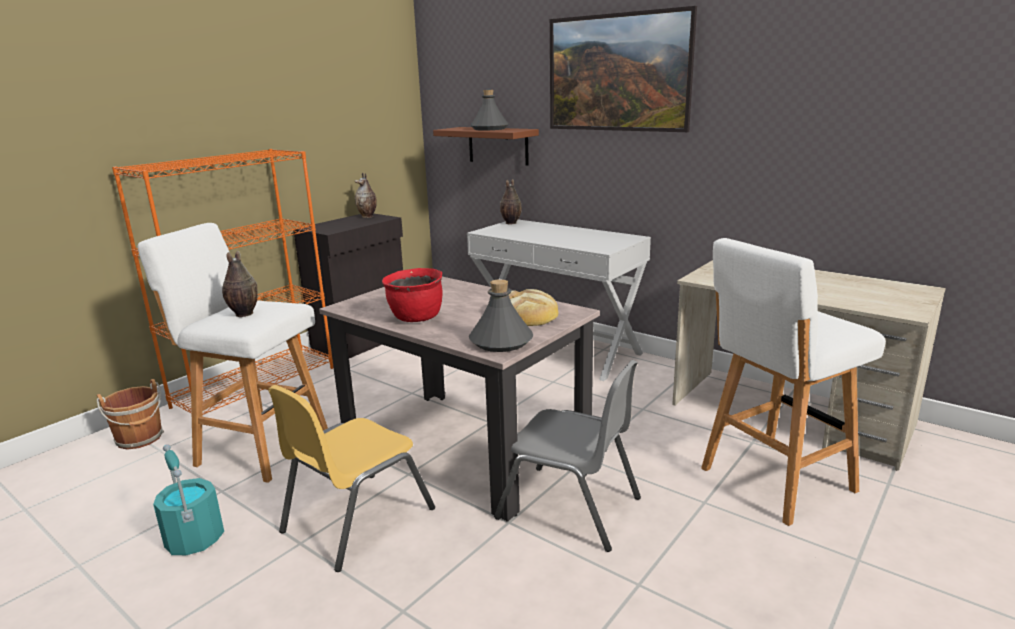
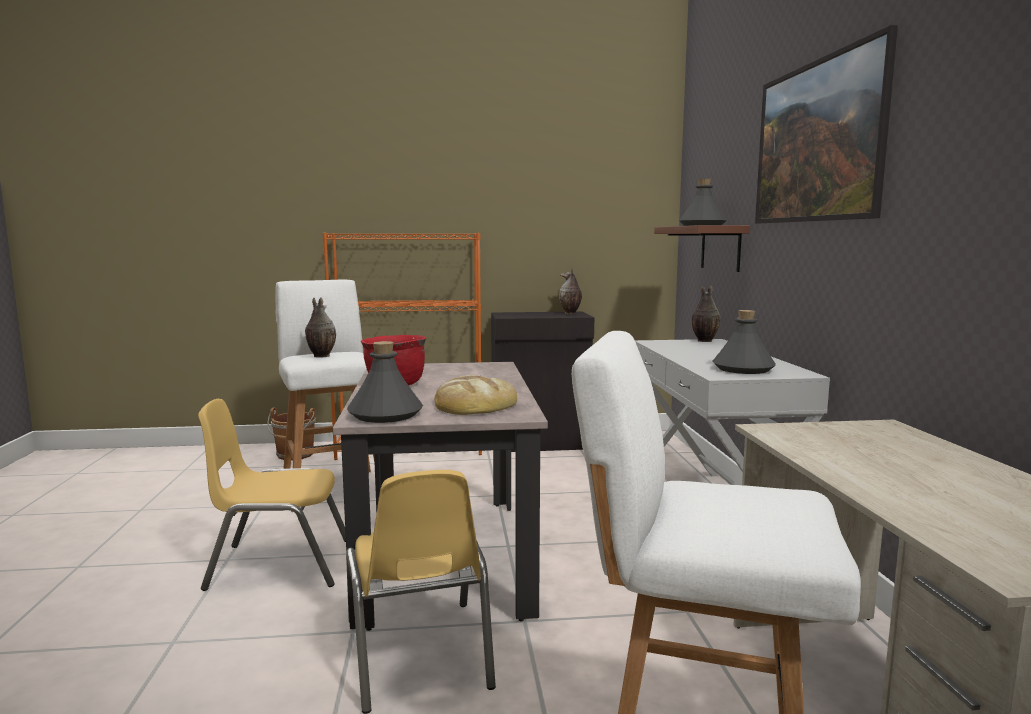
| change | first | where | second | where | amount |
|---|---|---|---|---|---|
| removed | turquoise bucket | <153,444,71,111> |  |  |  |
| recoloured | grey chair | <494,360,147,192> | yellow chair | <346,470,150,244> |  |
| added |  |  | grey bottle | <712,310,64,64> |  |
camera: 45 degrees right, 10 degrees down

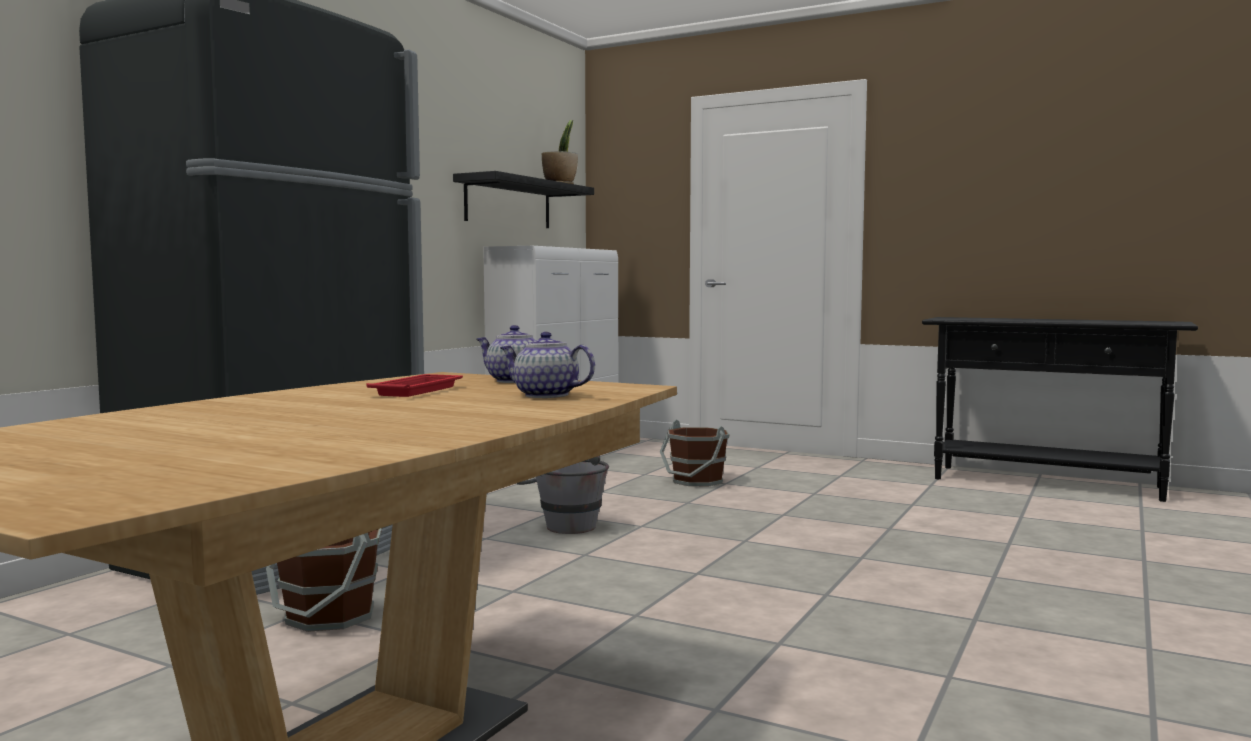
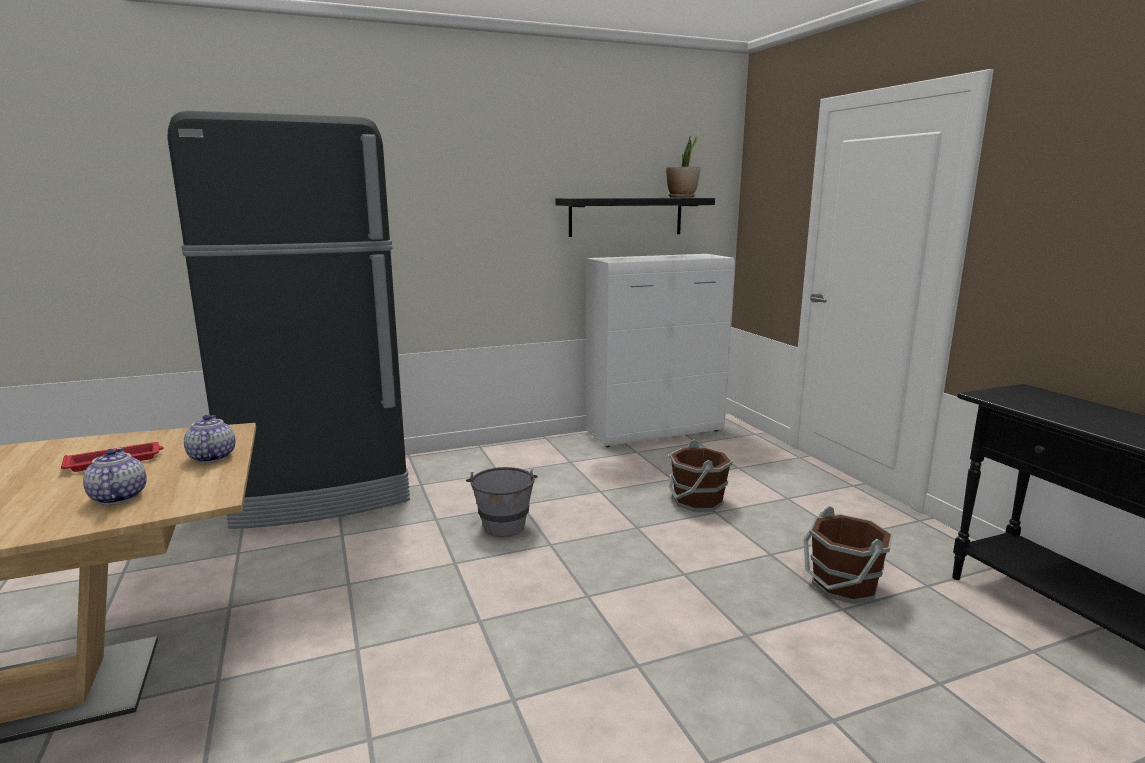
| change | first | where | second | where | amount |
|---|---|---|---|---|---|
| moved | brown bucket | <266,528,116,104> |  | <803,506,90,98> |  |
camera: 40 degrees right, 10 degrees up

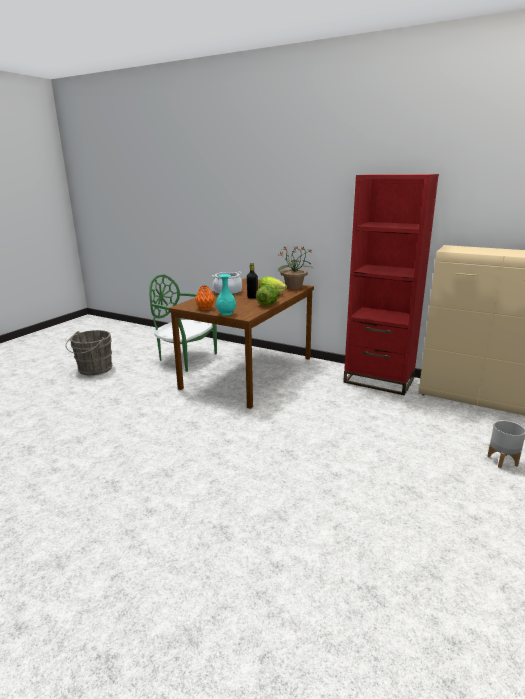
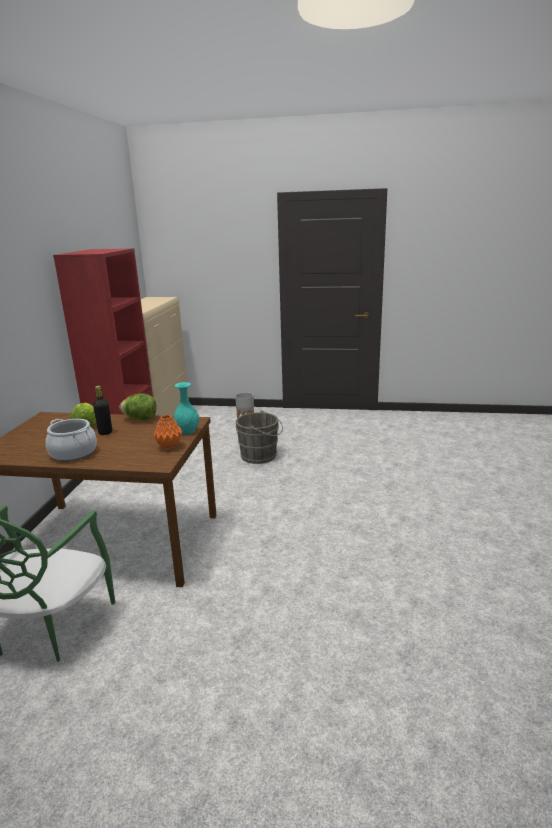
| change | first | where | second | where | amount |
|---|---|---|---|---|---|
| moved | grey bucket | <65,330,48,45> |  | <236,410,47,54> |  |
| removed | potted plant | <278,246,35,43> |  |  |  |
camera: 110 degrees left, 0 degrees up

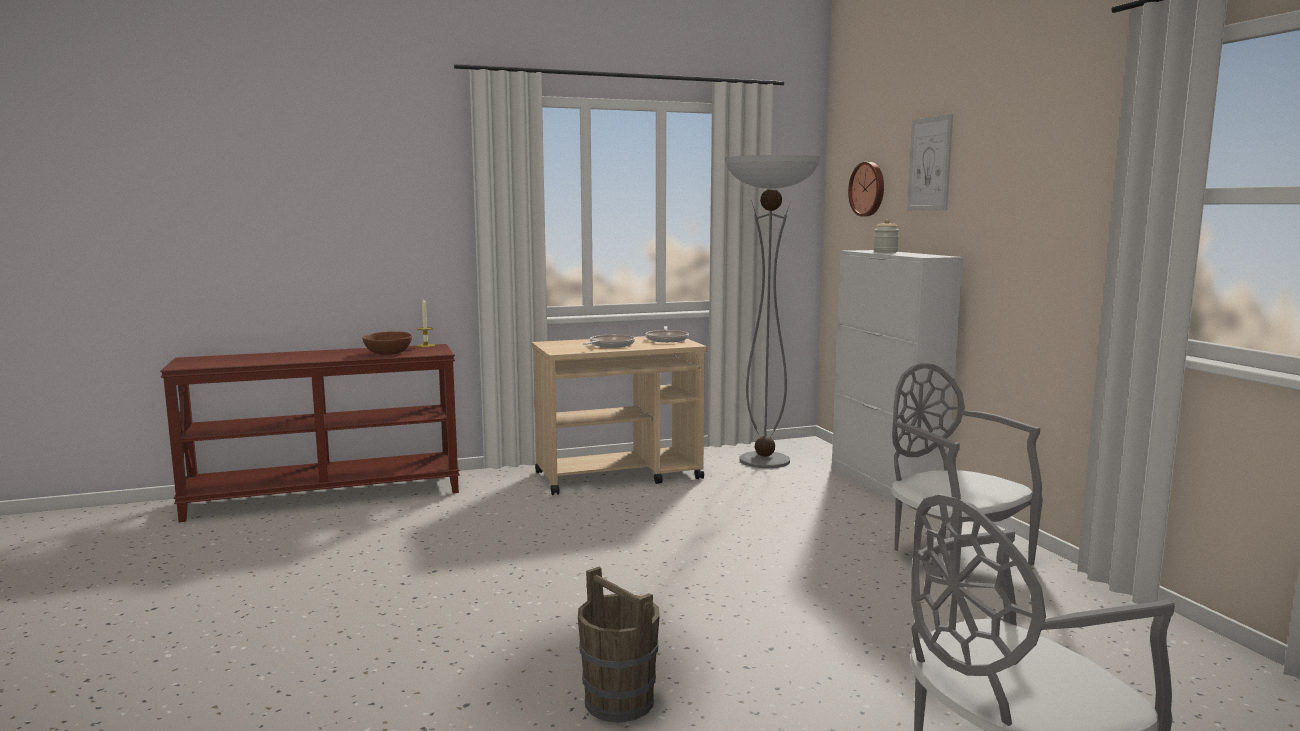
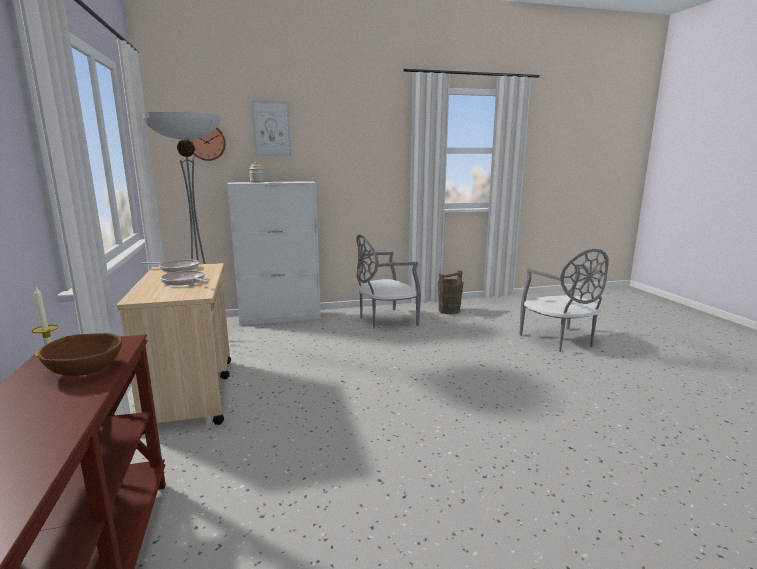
| change | first | where | second | where | amount |
|---|---|---|---|---|---|
| moved | brown bucket | <578,567,82,156> |  | <438,270,26,44> |  |
camera: 85 degrees left, 5 degrees up

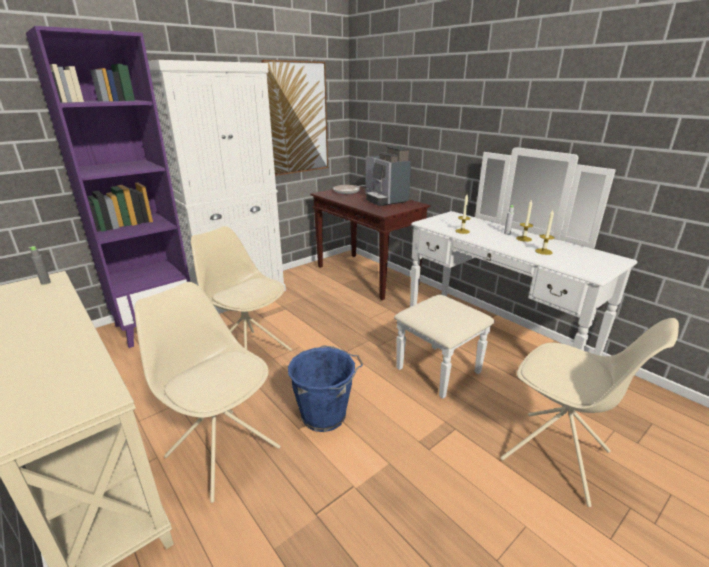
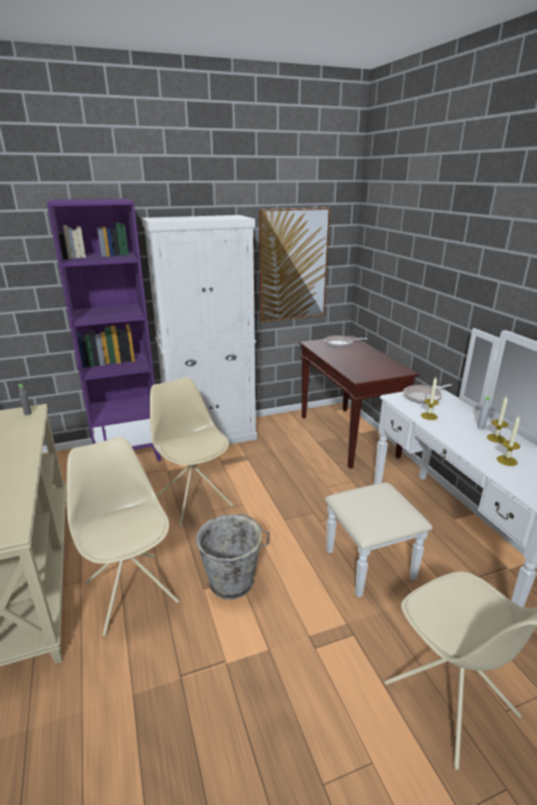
| change | first | where | second | where | amount |
|---|---|---|---|---|---|
| recoloured | blue bucket | <288,345,75,87> | grey bucket | <196,514,74,86> |  |
| removed | coffee machine | <365,146,46,60> |  |  |  |
| added |  |  | frying pan | <403,384,49,20> |  |
camera: 20 degrees right, 0 degrees up

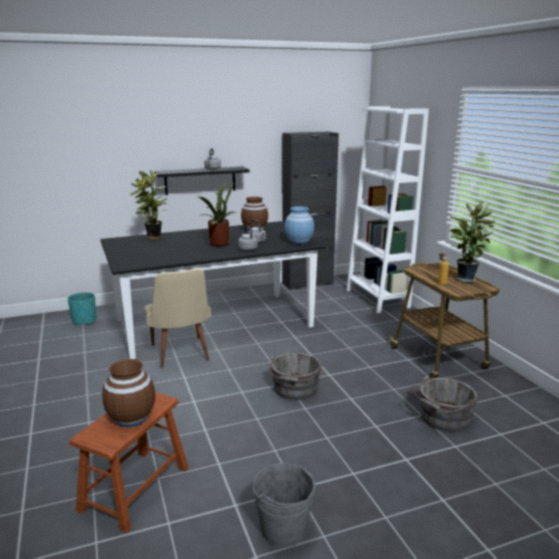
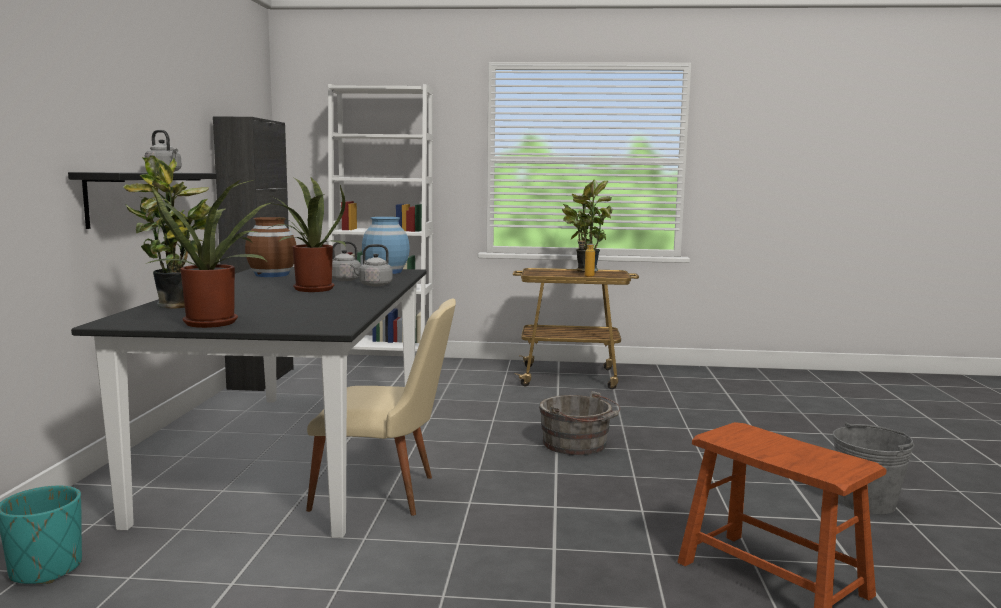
| change | first | where | second | where | amount |
|---|---|---|---|---|---|
| removed | brown vase | <102,359,54,68> |  |  |  |
| removed | grey bucket | <414,376,64,56> |  |  |  |
| added |  |  | potted plant | <137,180,133,148> |  |
camera: 65 degrees left, 10 degrees down

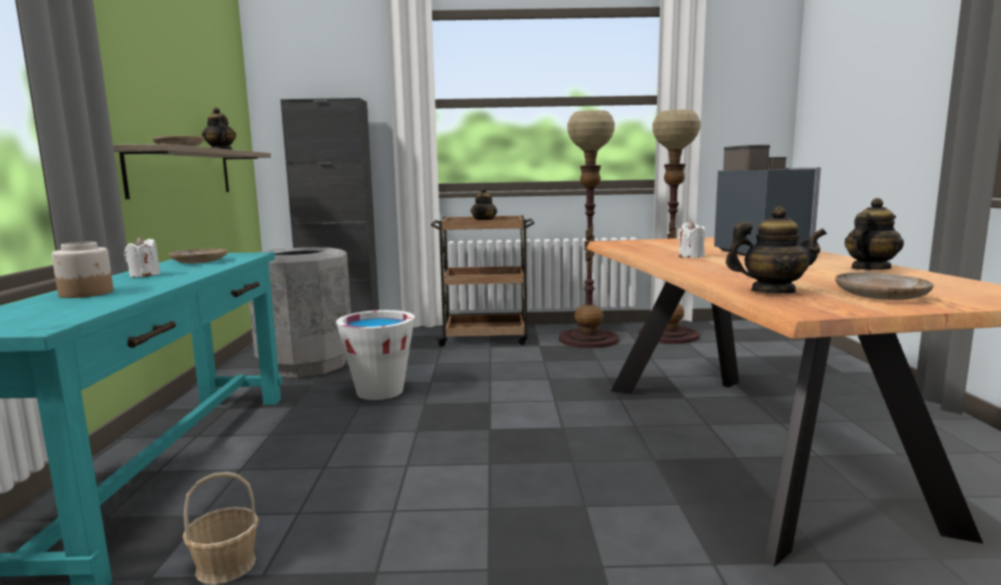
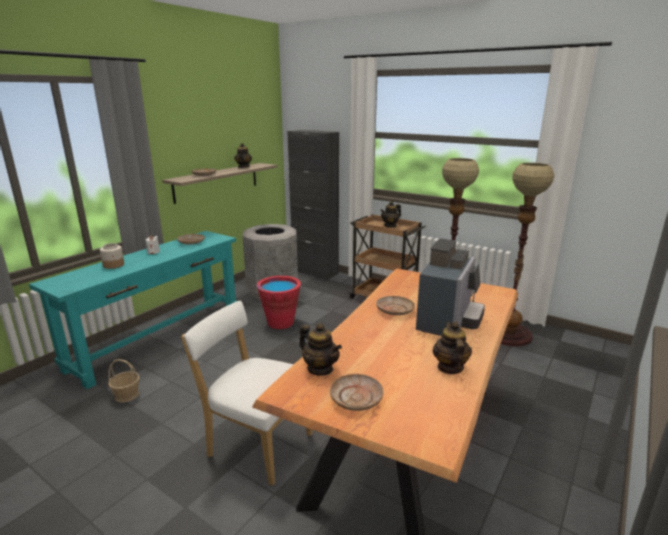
| change | first | where | second | where | amount |
|---|---|---|---|---|---|
| recoloured | white bucket | <336,310,79,90> | red bucket | <257,276,44,53> |  |
| replaced | white candle | <678,221,27,37> | beige plate | <376,296,39,19> |  |
| turned | teapot | <844,198,60,72> |  | <433,322,39,52> | 90 degrees counterclockwise |
| added |  |  | white chair | <181,301,132,185> |  |
camera: 35 degrees right, 10 degrees up

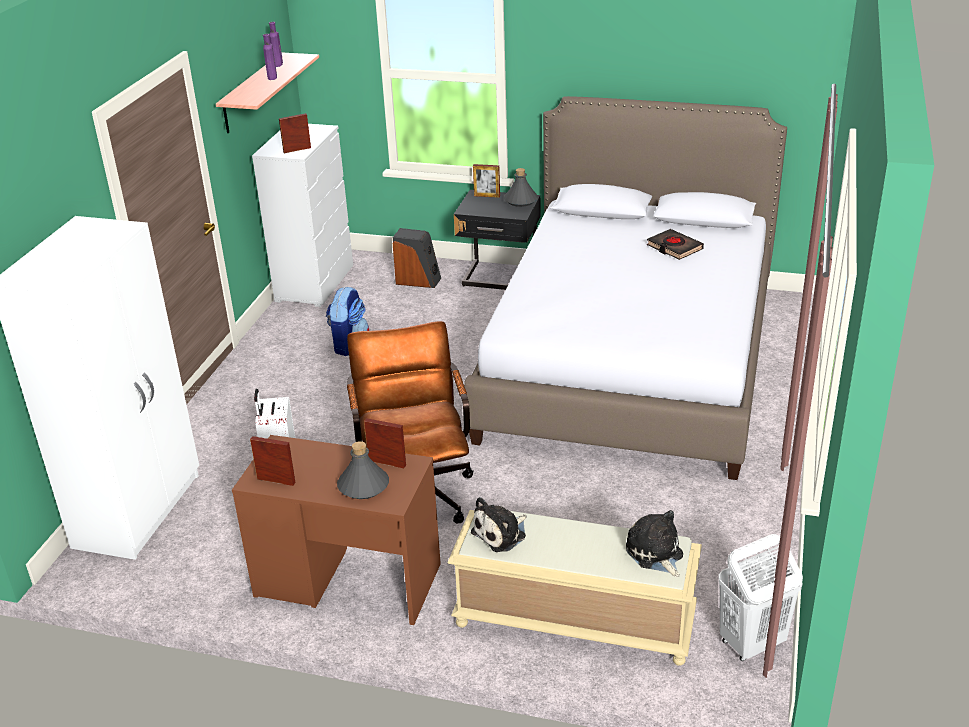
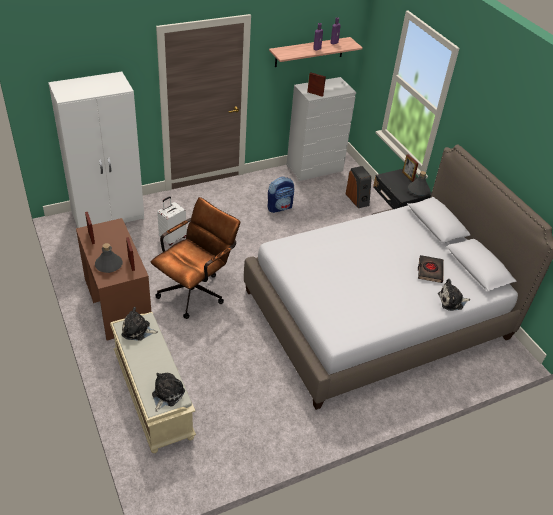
| change | first | where | second | where | amount |
|---|---|---|---|---|---|
| removed | white laundry basket | <718,534,85,127> |  |  |  |
| added |  |  | plush toy | <438,279,32,32> |  |
camera: 45 degrees right, 10 degrees up

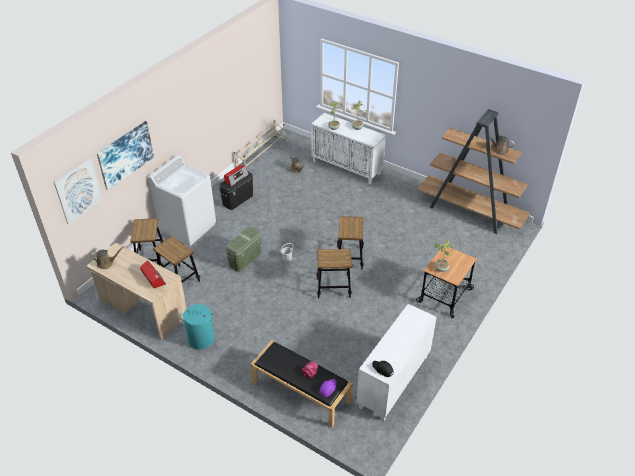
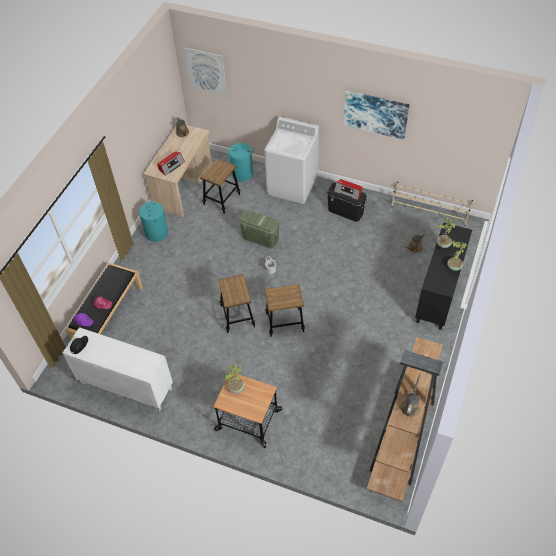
| change | first | where | second | where | amount |
|---|---|---|---|---|---|
| moved | picture | <97,121,57,69> |  | <343,90,67,50> |  |
| replaced | stool | <130,218,33,48> | turquoise laundry basket | <226,143,28,39> |  |
| recoloured | white cabinet | <311,113,75,72> | black cabinet | <415,222,57,108> |  |
camera: 80 degrees right, 10 degrees up

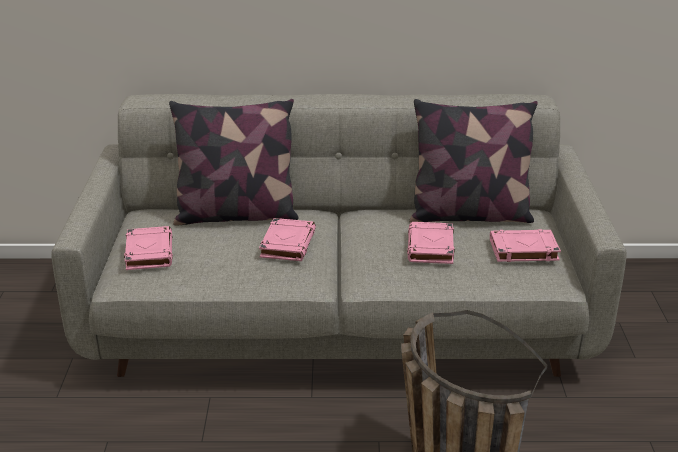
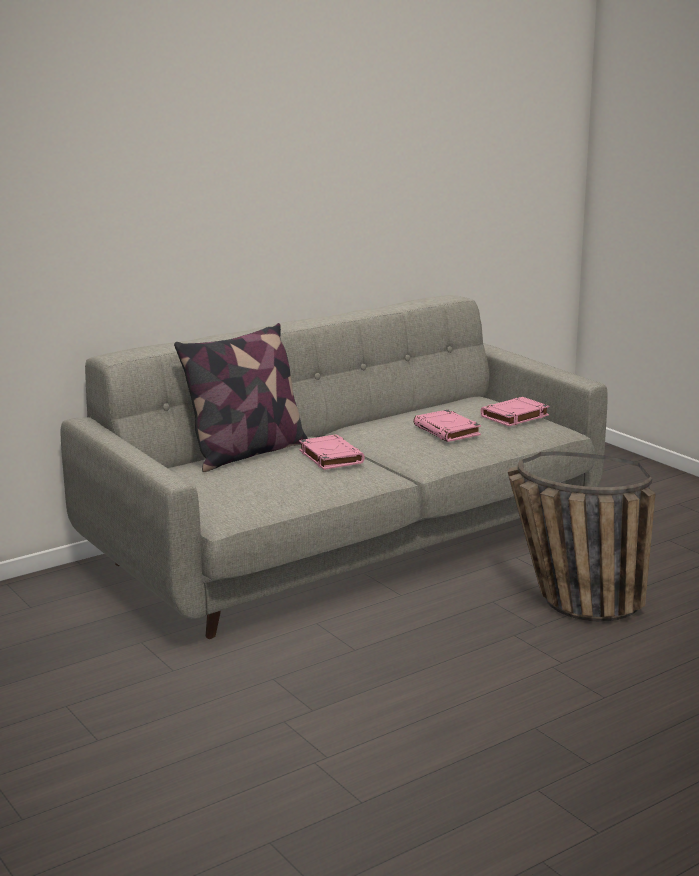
| change | first | where | second | where | amount |
|---|---|---|---|---|---|
| removed | pink book | <124,226,49,44> |  |  |  |
| removed | pillow | <409,99,129,124> |  |  |  |
camera: 35 degrees left, 10 degrees down

